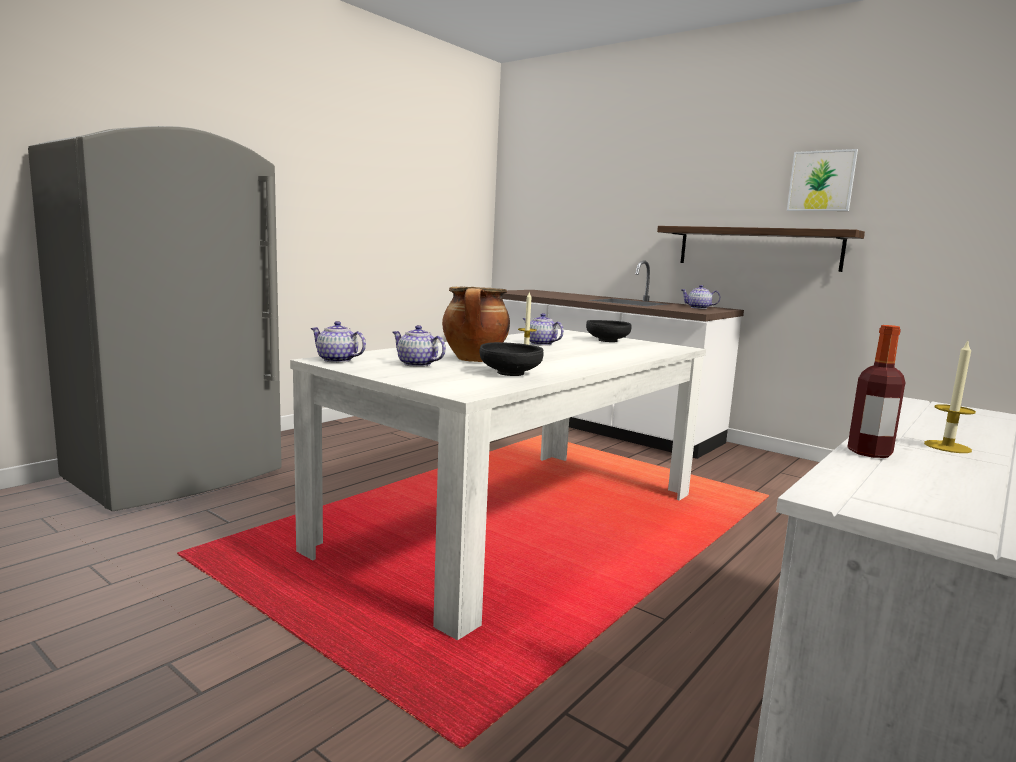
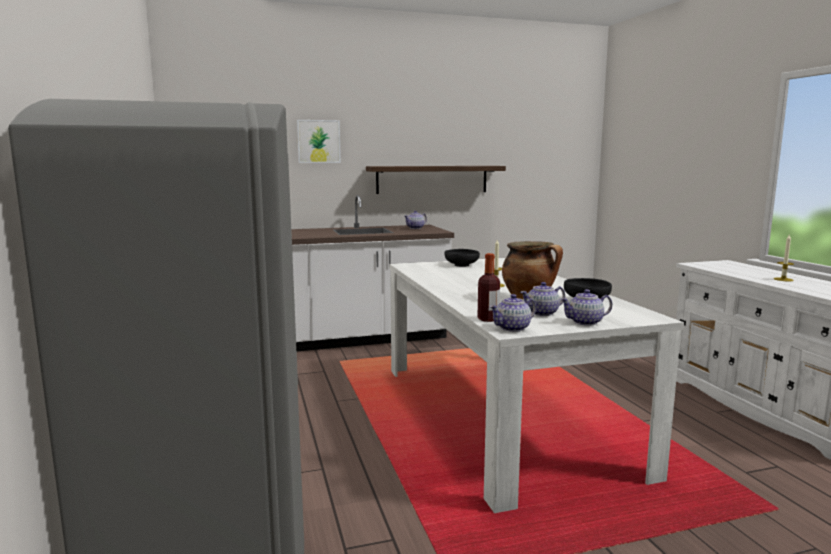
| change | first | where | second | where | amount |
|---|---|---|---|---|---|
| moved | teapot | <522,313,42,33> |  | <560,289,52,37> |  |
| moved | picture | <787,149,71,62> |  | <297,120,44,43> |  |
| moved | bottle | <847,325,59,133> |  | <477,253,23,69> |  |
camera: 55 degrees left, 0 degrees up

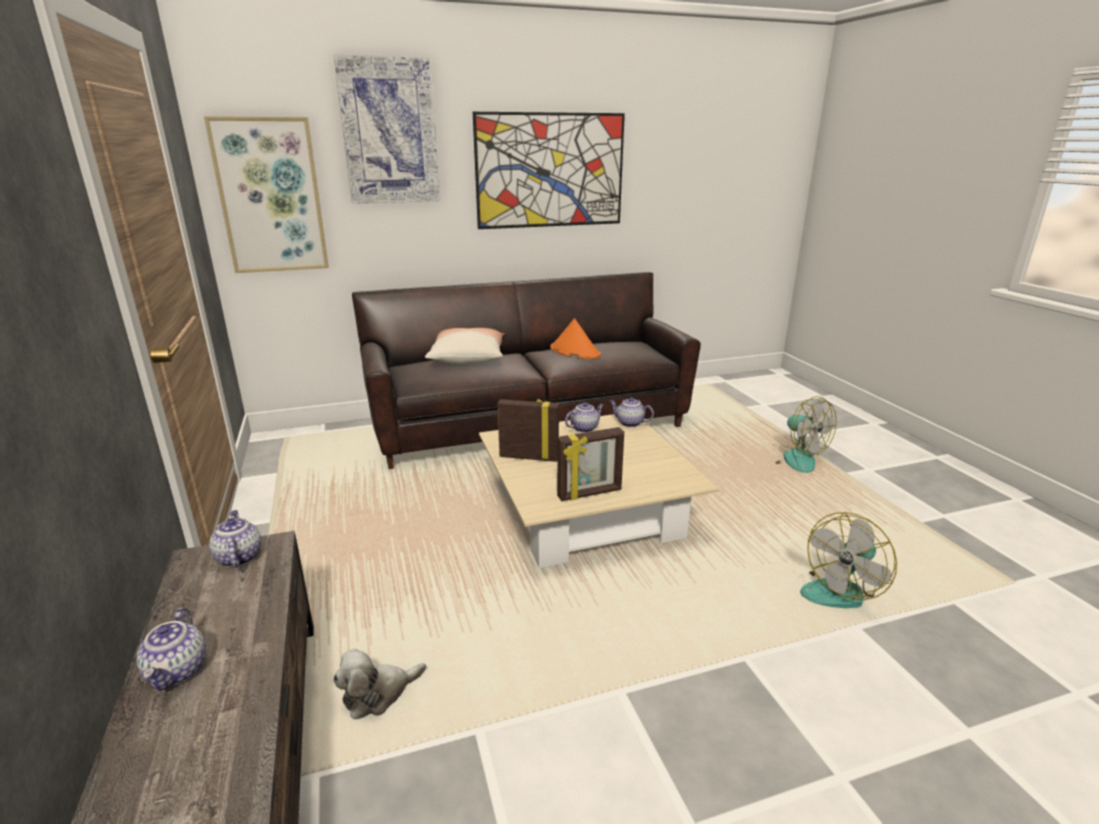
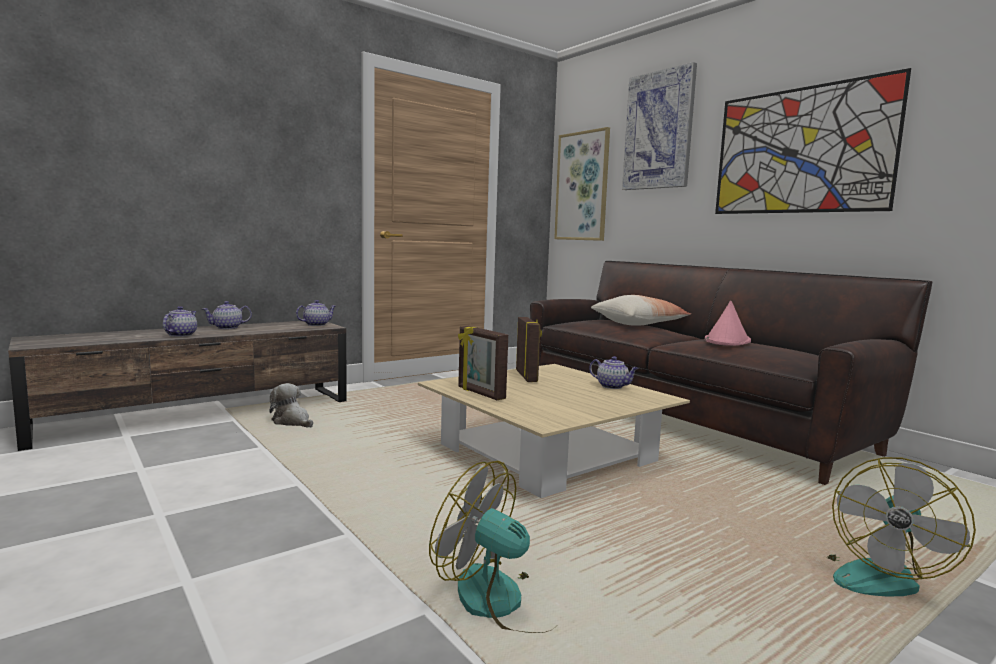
| change | first | where | second | where | amount |
|---|---|---|---|---|---|
| recoloured | orange hat | <550,318,51,41> | pink hat | <705,301,46,45> |  |
| moved | teapot | <610,397,44,30> |  | <163,306,34,31> |  |
camera: 70 degrees right, 15 degrees down

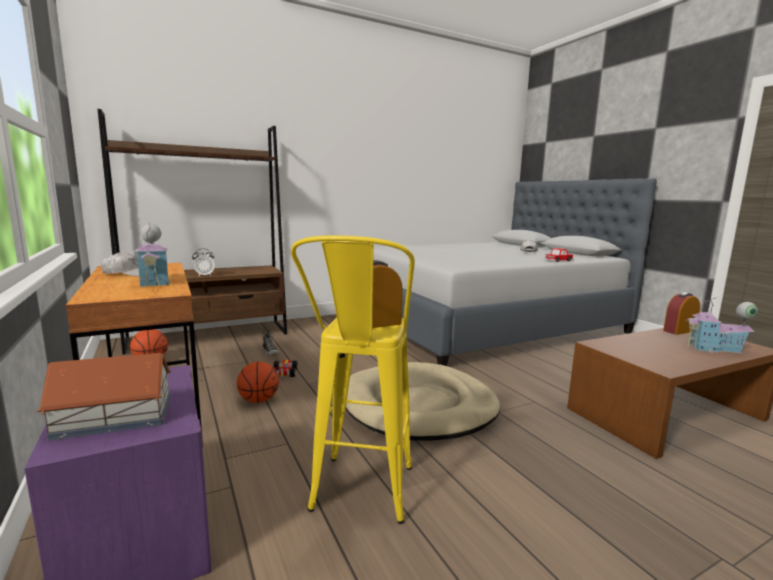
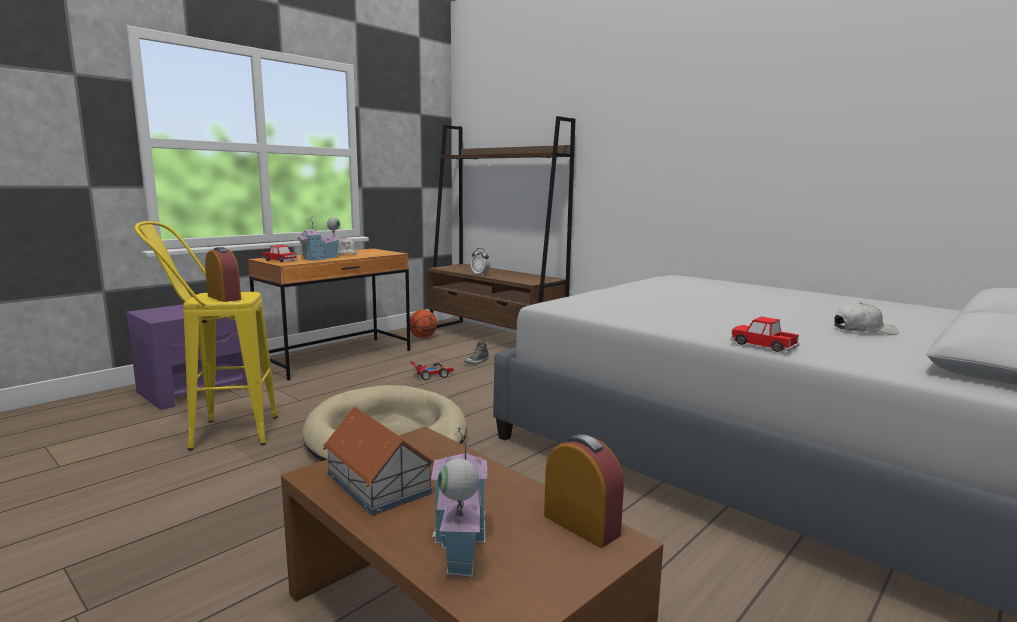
| change | first | where | second | where | amount |
|---|---|---|---|---|---|
| moved | toy house | <37,353,134,88> |  | <323,406,111,110> |  |
| removed | basketball | <237,362,42,41> |  |  |  |
| added |  |  | toy car | <262,245,36,17> |  |
camera: 70 degrees right, 0 degrees up

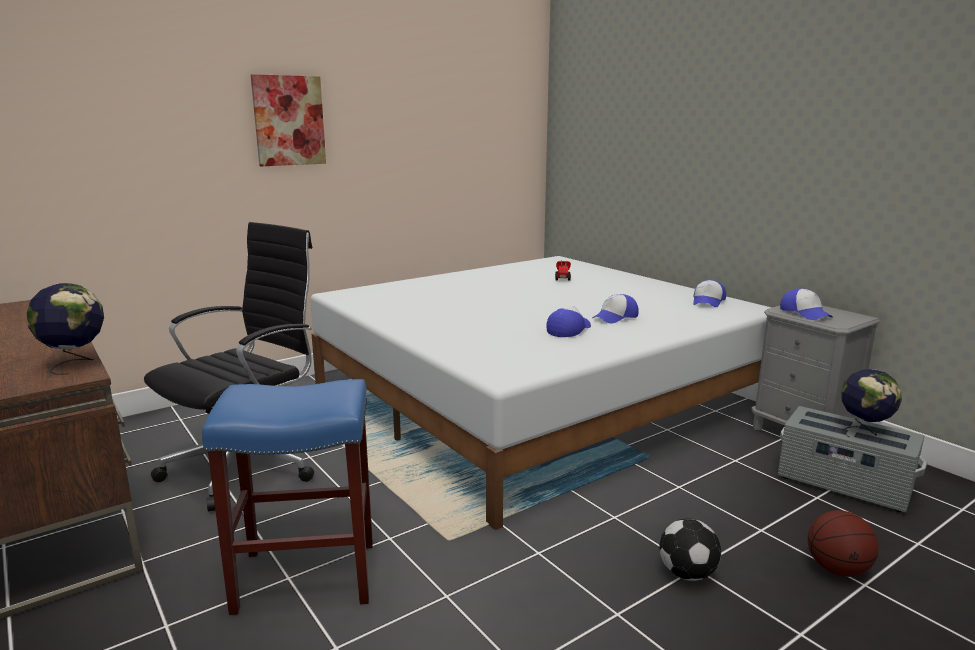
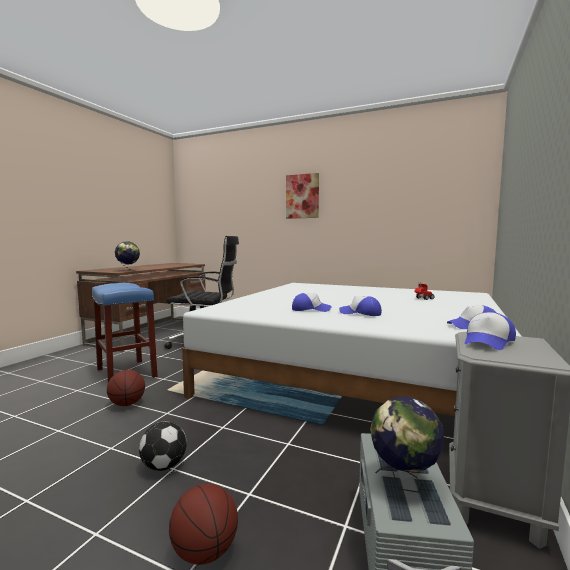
| change | first | where | second | where | amount |
|---|---|---|---|---|---|
| added |  |  | basketball | <107,370,38,36> |  |
camera: 60 degrees right, 10 degrees down

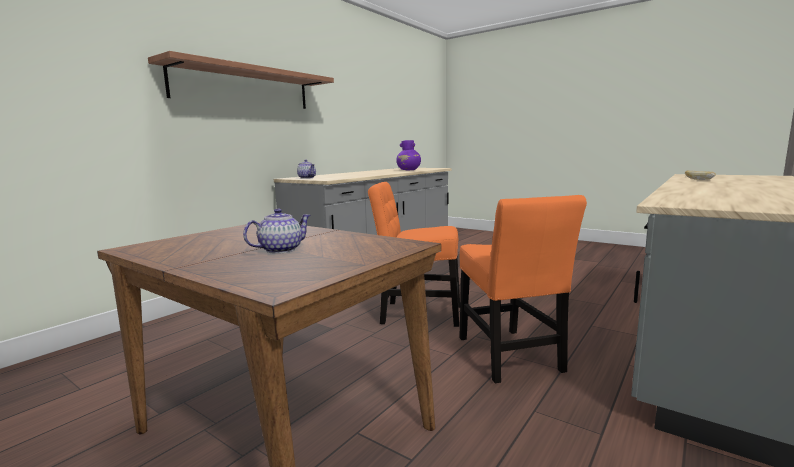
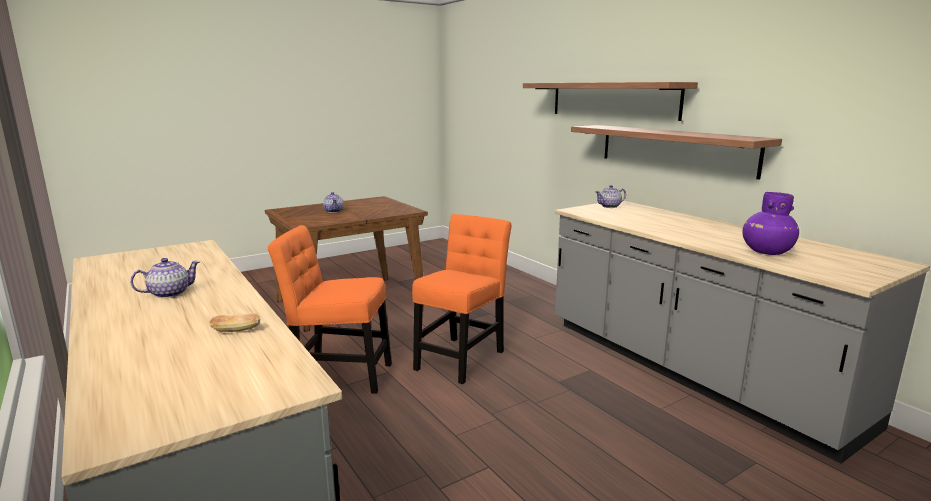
| change | first | where | second | where | amount |
|---|---|---|---|---|---|
| added |  |  | teapot | <130,258,70,40> |  |
| added |  |  | shelf | <571,125,211,55> |  |
camera: 110 degrees right, 5 degrees up

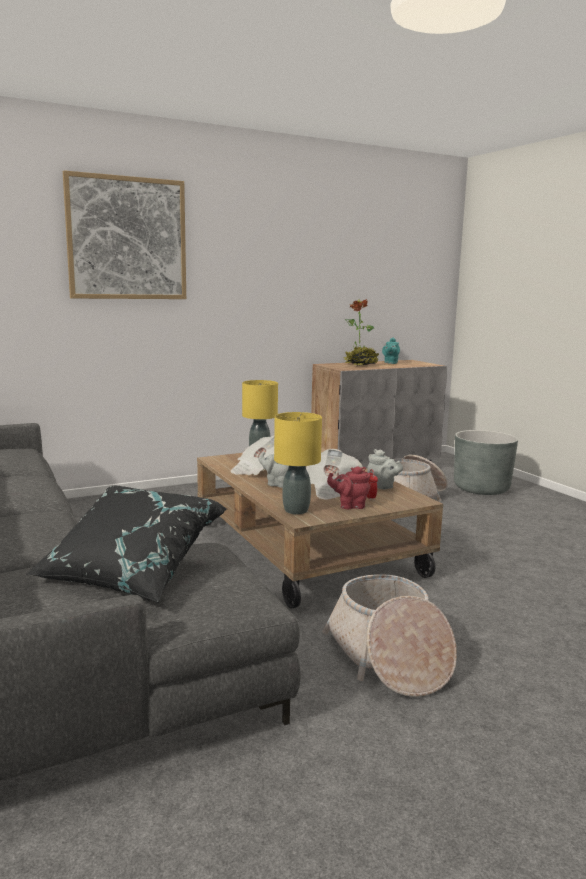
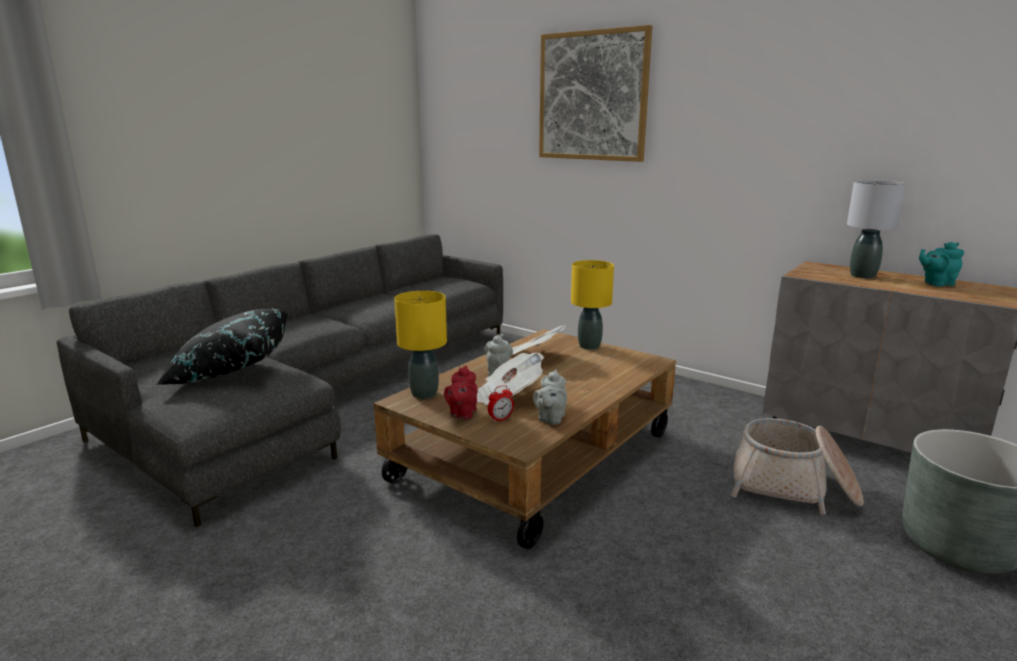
| change | first | where | second | where | amount |
|---|---|---|---|---|---|
| removed | basket | <322,574,135,123> |  |  |  |
| turned | red teapot | <327,467,43,42> |  | <444,365,34,55> | 135 degrees counterclockwise |
| replaced | potted plant | <343,299,36,67> | grey table lamp | <847,180,59,99> |  |
camera: 65 degrees right, 5 degrees up

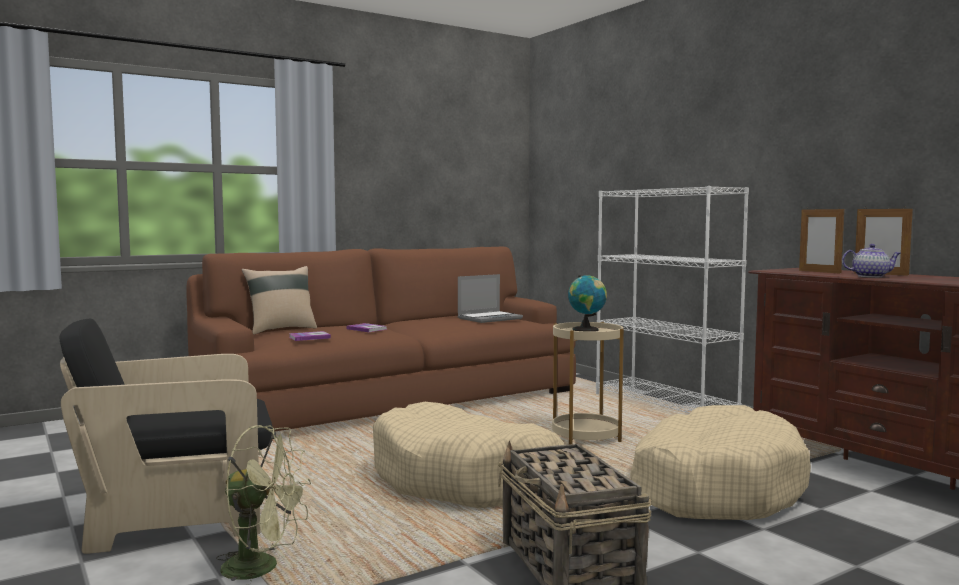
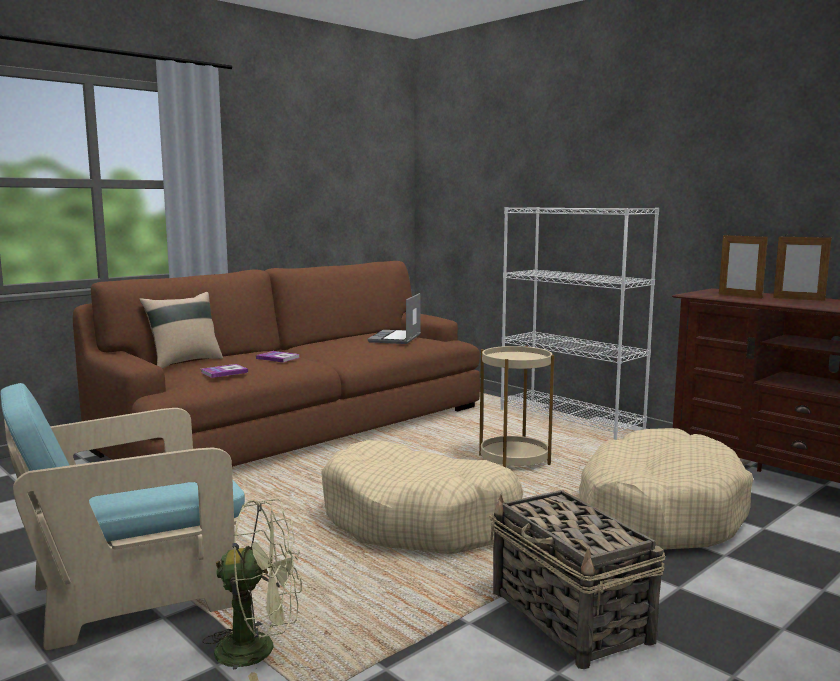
| change | first | where | second | where | amount |
|---|---|---|---|---|---|
| recoloured | black armchair | <59,318,214,236> | turquoise armchair | <0,383,245,267> |  |
| turned | laptop | <458,274,65,49> |  | <368,293,53,51> | 150 degrees clockwise |
| removed | globe | <568,275,39,57> |  |  |  |
| removed | teapot | <842,244,59,33> |  |  |  |
camera: 10 degrees left, 5 degrees up

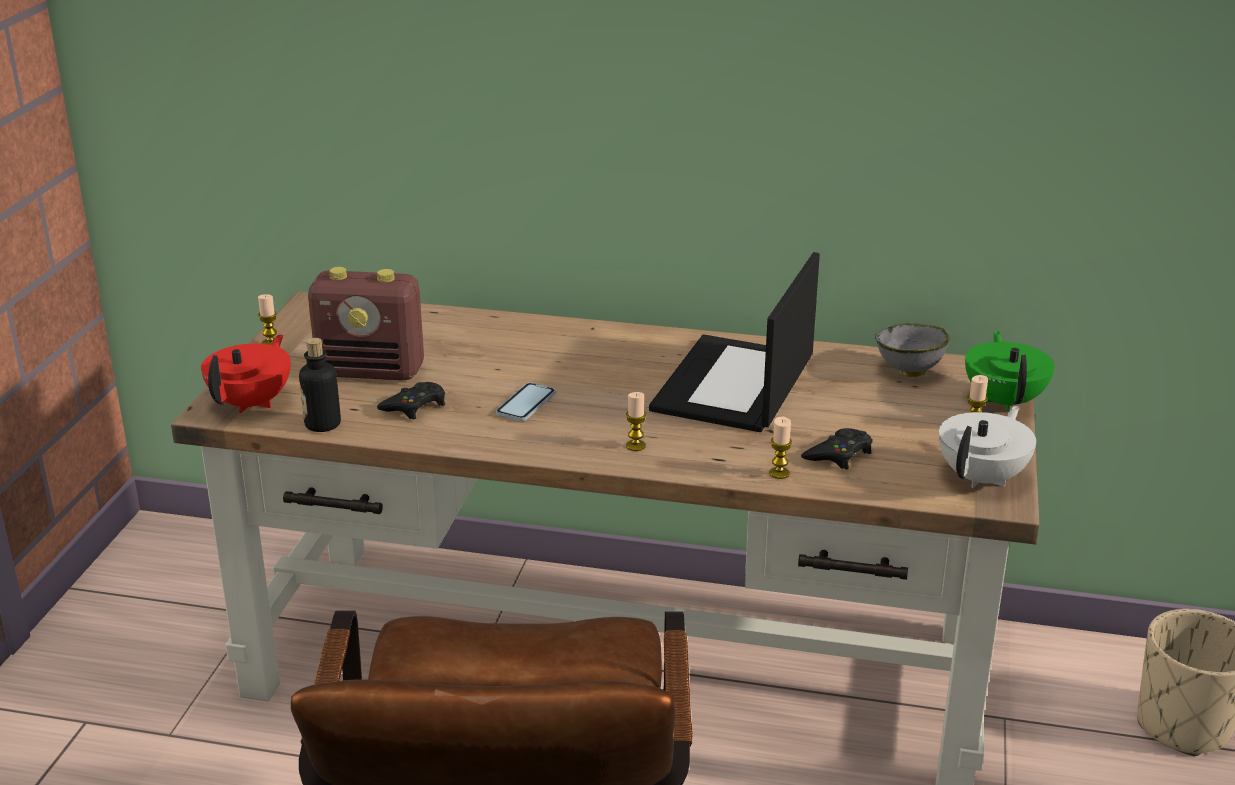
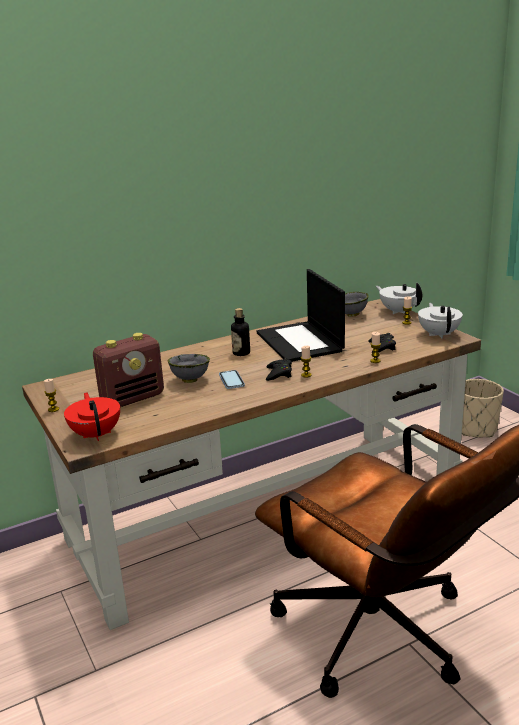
| change | first | where | second | where | amount |
|---|---|---|---|---|---|
| moved | bottle | <299,338,42,94> |  | <231,308,19,48> |  |
| moved | black game controller | <377,382,68,37> |  | <266,358,26,23> |  |
| recoloured | green teapot | <965,331,90,81> | white teapot | <376,283,46,31> |  |
| added |  |  | grey bowl | <168,354,42,29> |  |
camera: 40 degrees left, 5 degrees down

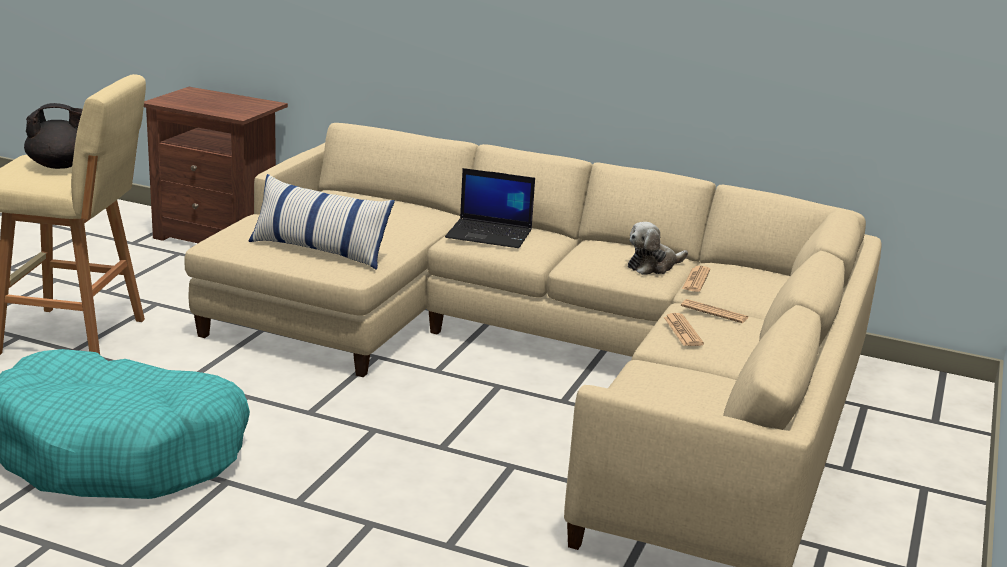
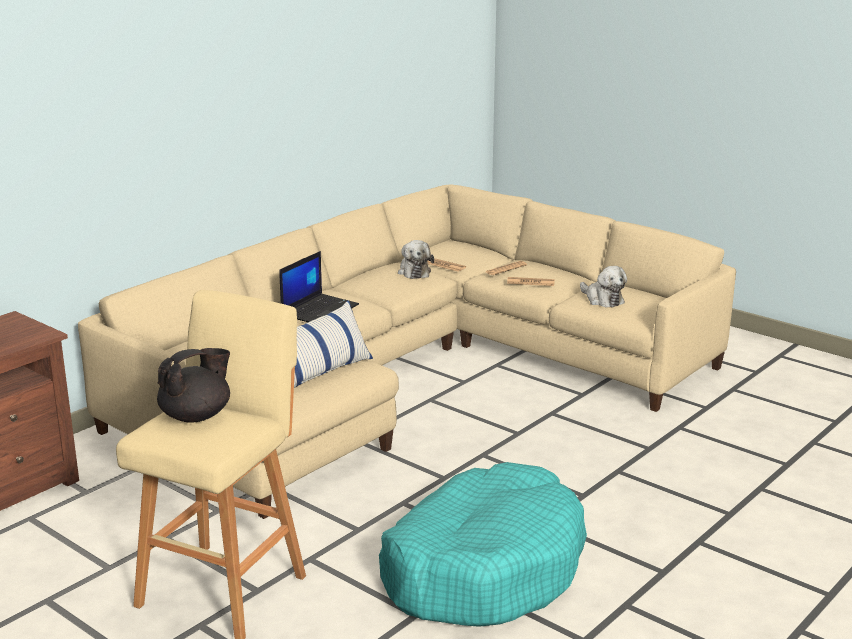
| change | first | where | second | where | amount |
|---|---|---|---|---|---|
| turned | black teapot | <24,103,59,66> |  | <157,348,73,75> | 45 degrees clockwise |
| added |  |  | plush toy | <580,266,47,41> |  |
camera: 70 degrees left, 0 degrees up

